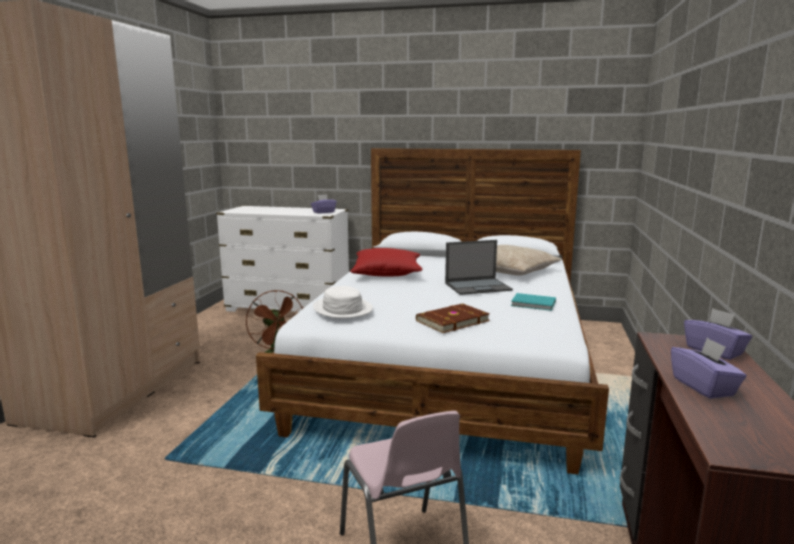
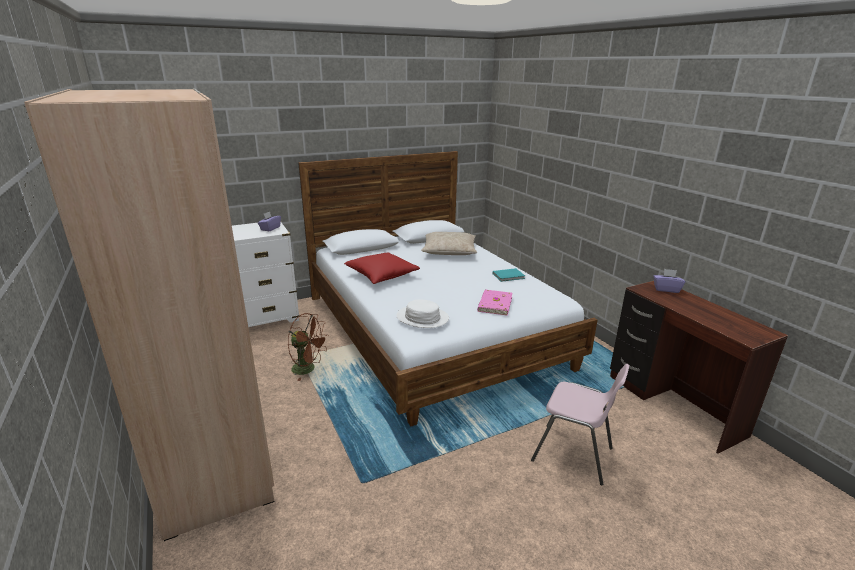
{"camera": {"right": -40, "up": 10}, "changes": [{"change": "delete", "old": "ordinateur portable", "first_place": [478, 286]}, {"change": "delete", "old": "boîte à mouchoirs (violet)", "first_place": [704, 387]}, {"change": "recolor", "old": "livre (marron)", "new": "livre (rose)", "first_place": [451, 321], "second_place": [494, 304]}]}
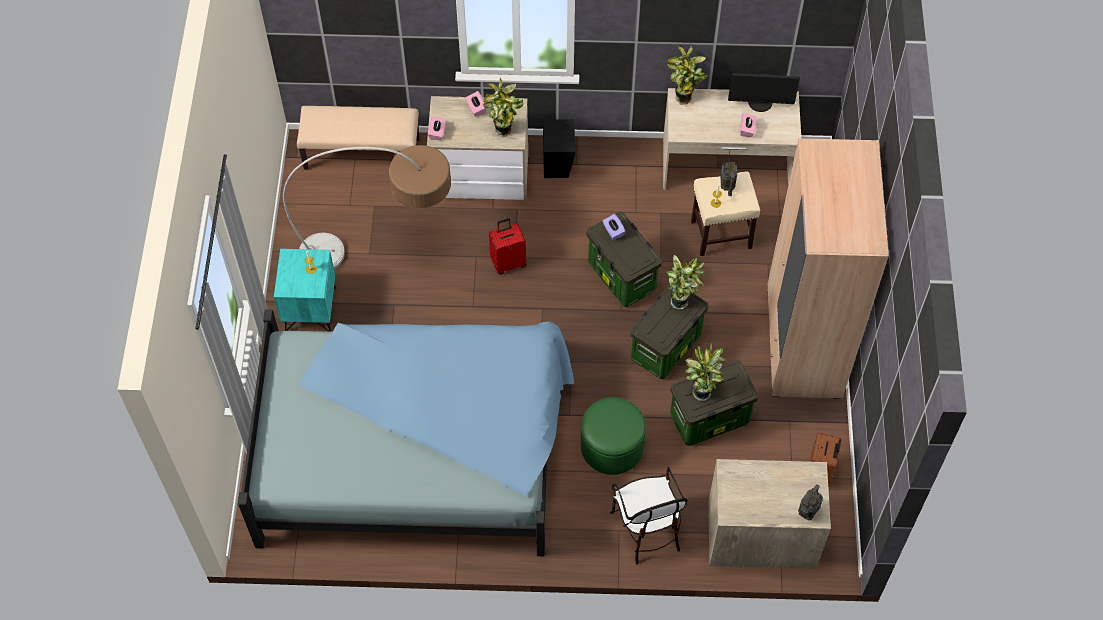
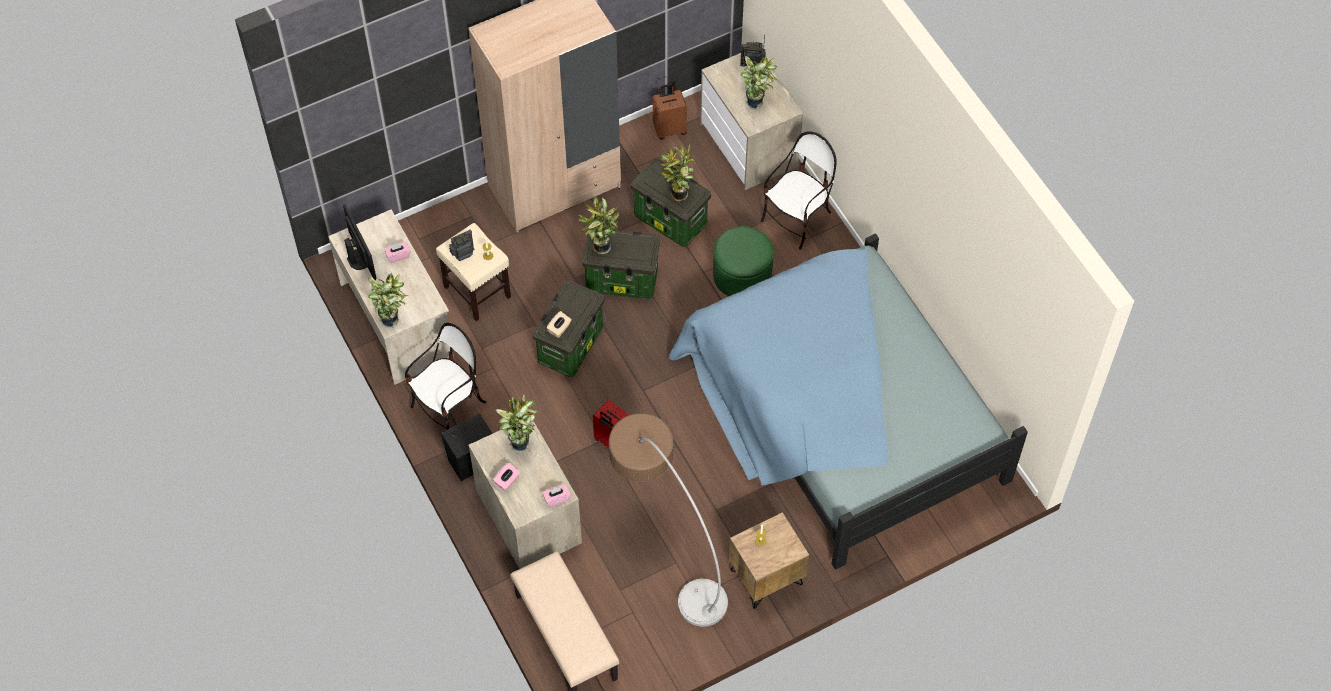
{"camera": {"right": -120, "up": 0}, "changes": [{"change": "insert", "new": "chaise", "second_place": [449, 408]}, {"change": "insert", "new": "plante en pot", "second_place": [756, 102]}, {"change": "recolor", "old": "table de chevet (turquoise)", "new": "table de chevet (marron)", "first_place": [310, 308], "second_place": [766, 577]}, {"change": "recolor", "old": "boîte à mouchoirs (violet)", "new": "boîte à mouchoirs (beige)", "first_place": [613, 231], "second_place": [559, 329]}]}
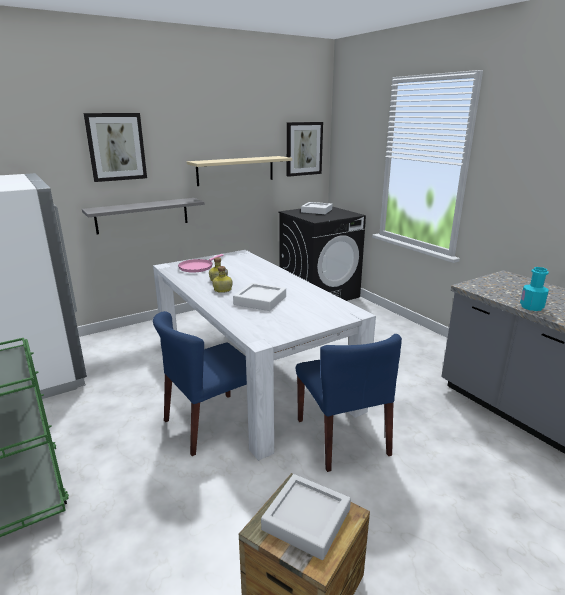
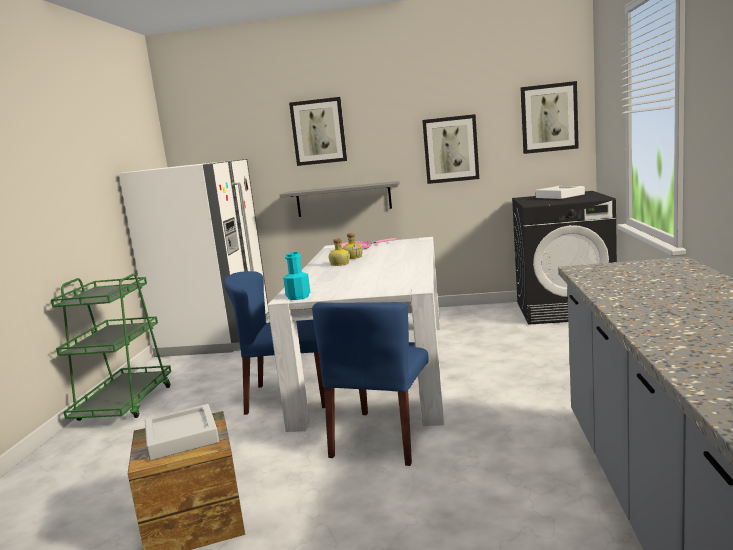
{"camera": {"right": 40, "up": -10}, "changes": [{"change": "delete", "old": "plateau (blanc)", "first_place": [260, 300]}, {"change": "move", "old": "bouteille (turquoise)", "first_place": [531, 307], "second_place": [298, 297]}, {"change": "replace", "old": "étagère (beige)", "new": "tableau", "first_place": [235, 170], "second_place": [450, 149]}]}
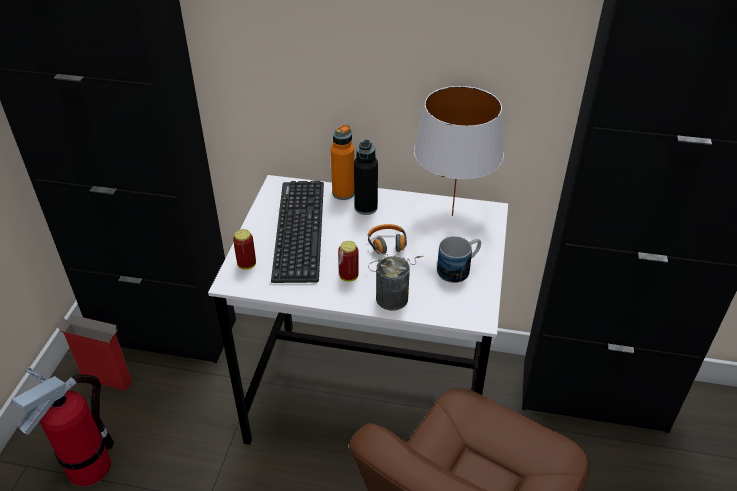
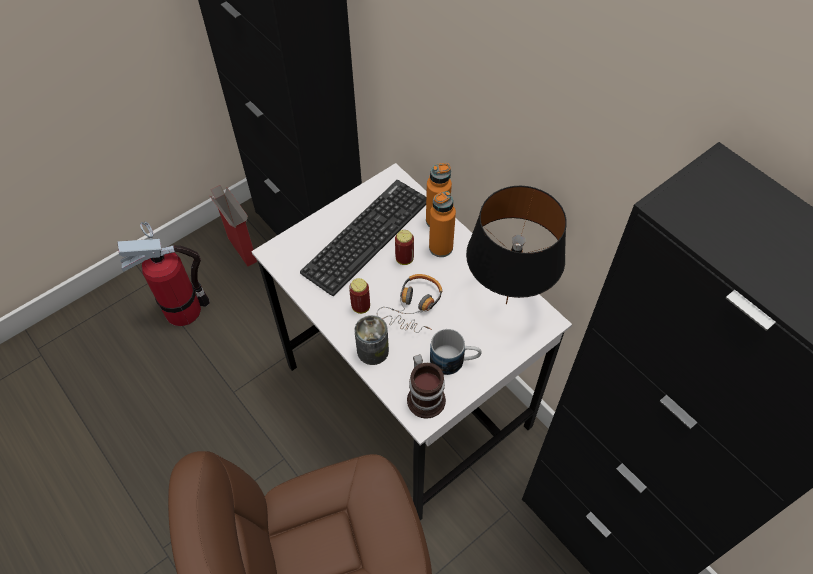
{"camera": {"right": 40, "up": 15}, "changes": [{"change": "insert", "new": "mug", "second_place": [426, 396]}, {"change": "move", "old": "boîte métallique", "first_place": [247, 265], "second_place": [404, 259]}, {"change": "recolor", "old": "bouteille (noir)", "new": "bouteille (orange)", "first_place": [366, 207], "second_place": [441, 247]}, {"change": "recolor", "old": "lampe de table (blanc)", "new": "lampe de table (noir)", "first_place": [452, 215], "second_place": [507, 303]}]}
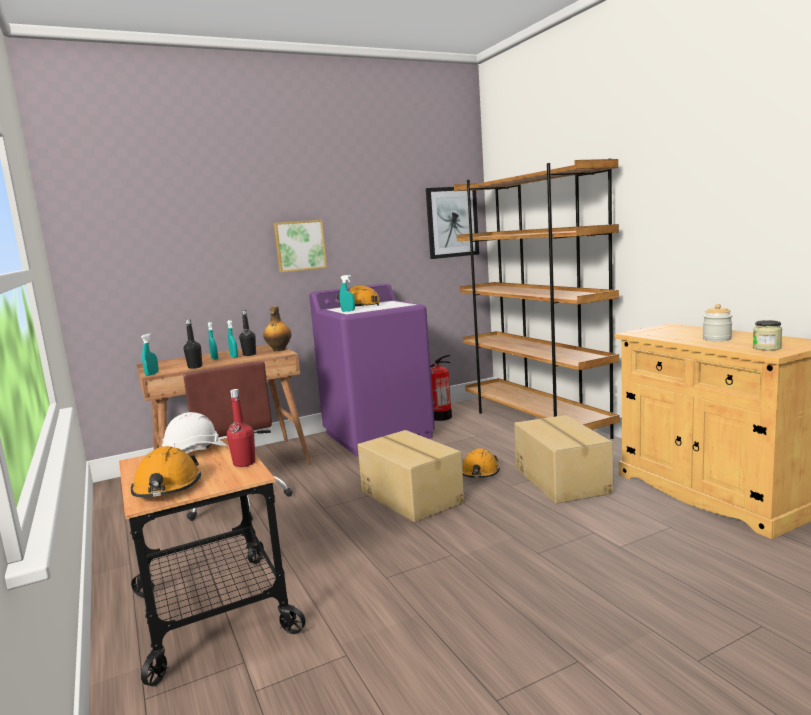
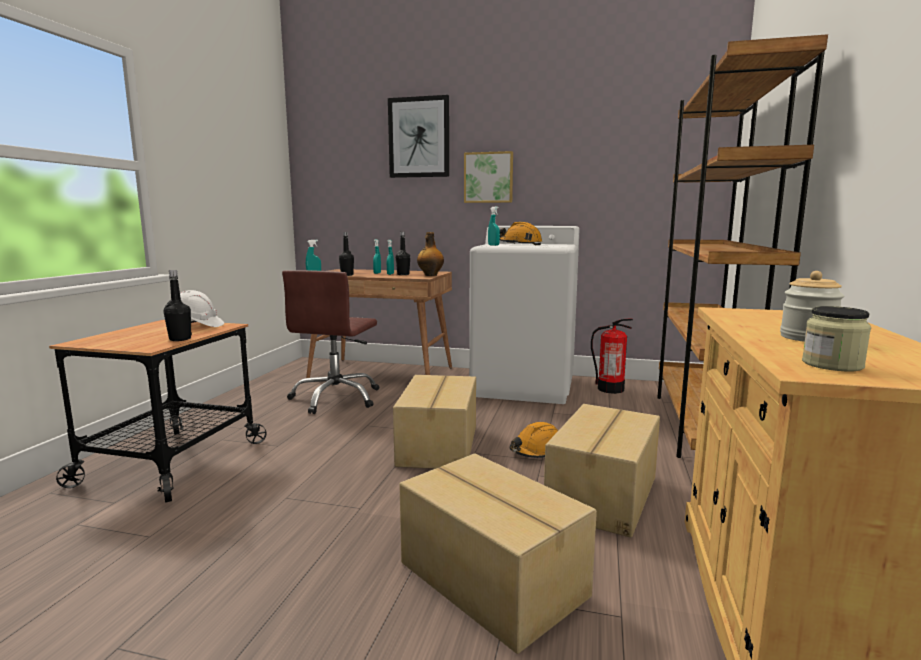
{"camera": {"right": 40, "up": 0}, "changes": [{"change": "delete", "old": "casque de chantier (orange)", "first_place": [167, 488]}, {"change": "insert", "new": "carton", "second_place": [491, 580]}, {"change": "move", "old": "tableau", "first_place": [452, 222], "second_place": [419, 137]}, {"change": "recolor", "old": "bouteille (rouge)", "new": "bouteille (noir)", "first_place": [244, 463], "second_place": [180, 339]}, {"change": "recolor", "old": "lave-linge (violet)", "new": "lave-linge (blanc)", "first_place": [379, 435], "second_place": [524, 386]}]}
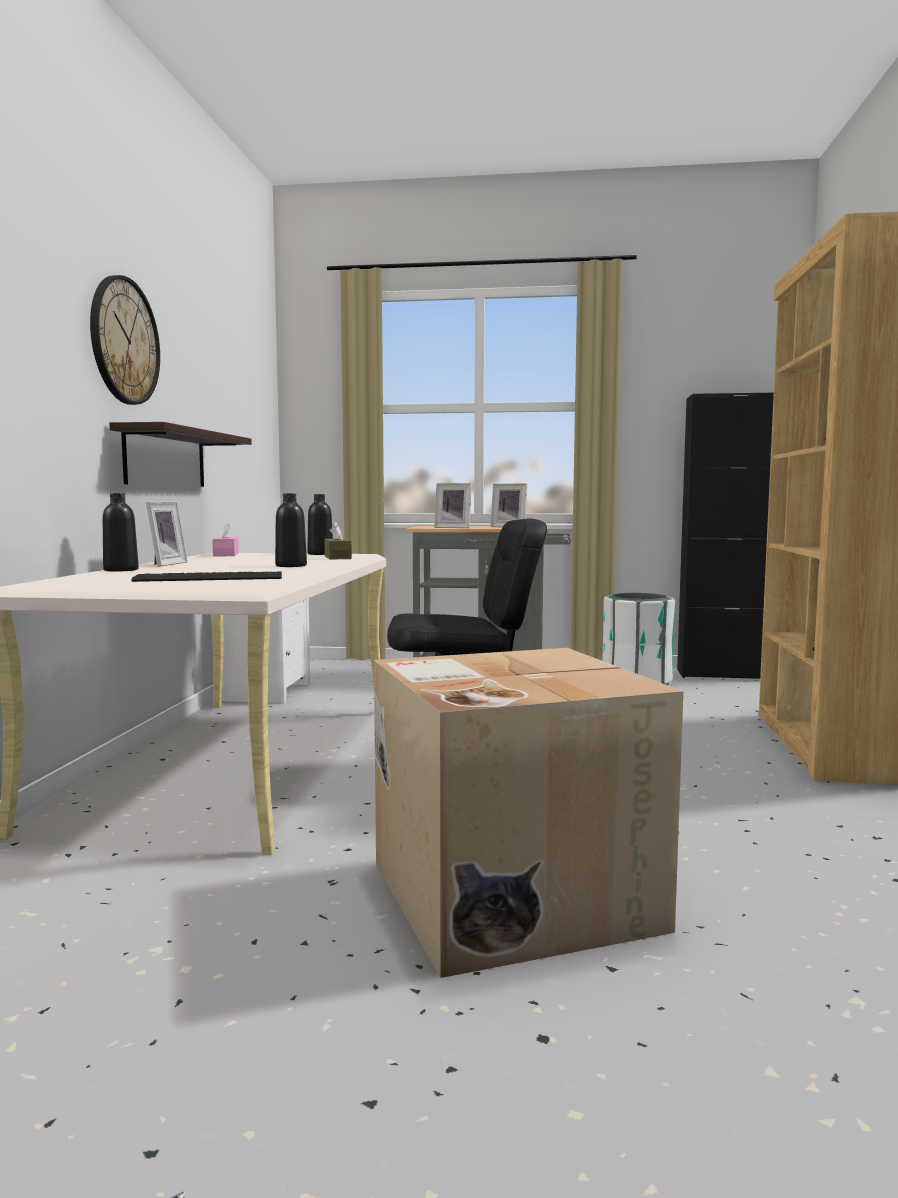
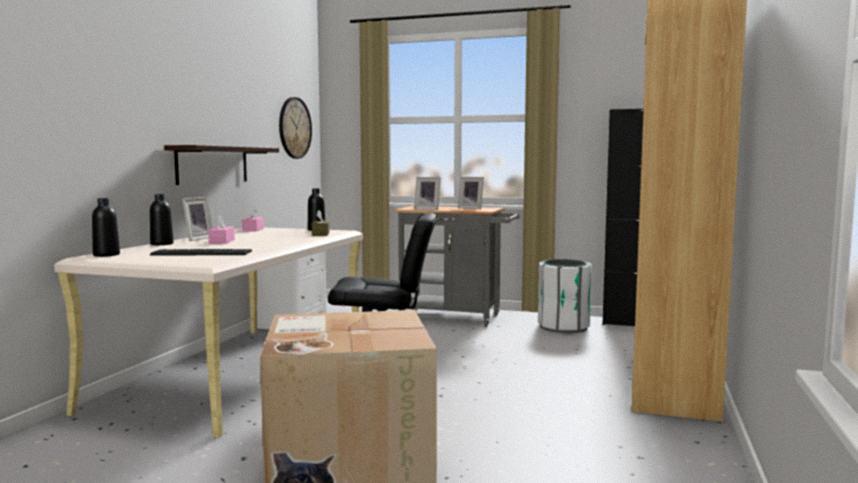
{"camera": {"right": 10, "up": 0}, "changes": [{"change": "insert", "new": "boîte à mouchoirs (rose)", "second_place": [222, 241]}, {"change": "move", "old": "horloge murale", "first_place": [124, 341], "second_place": [294, 128]}, {"change": "move", "old": "bouteille (noir)", "first_place": [291, 566], "second_place": [106, 255]}]}
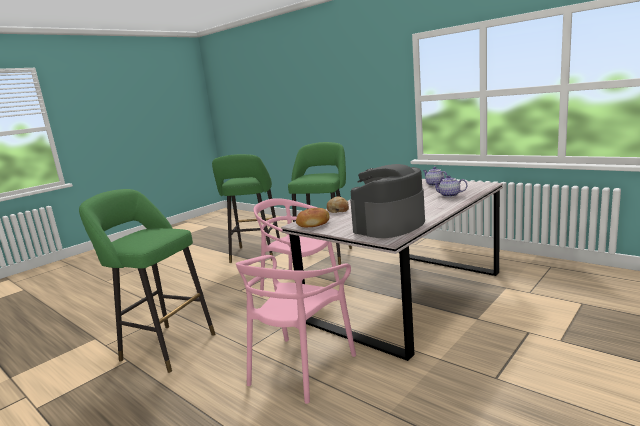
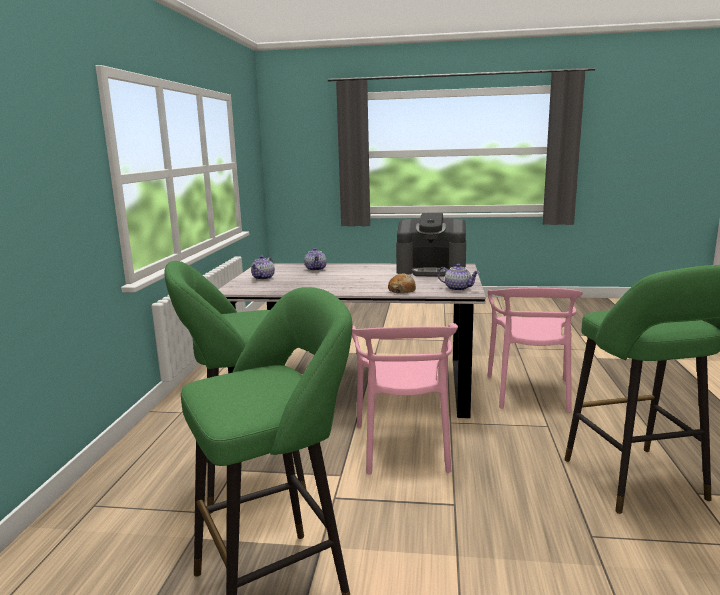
{"camera": {"right": -125, "up": 0}, "changes": [{"change": "replace", "old": "pain", "new": "théière", "first_place": [313, 223], "second_place": [458, 288]}, {"change": "rotate", "old": "chaise (rose)", "first_place": [300, 368], "second_place": [530, 392], "degrees": 105}]}
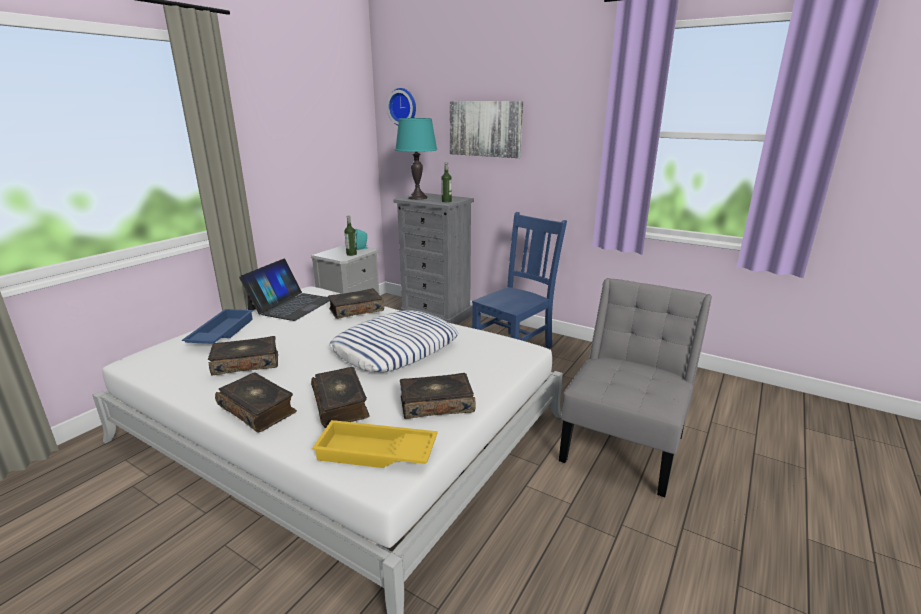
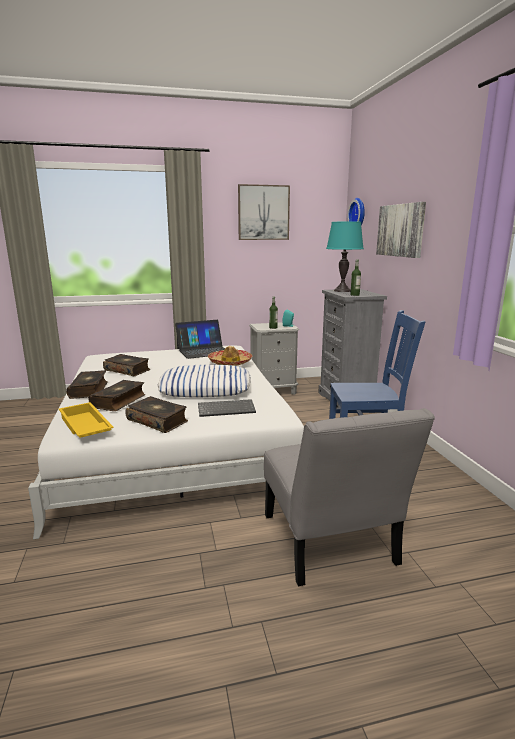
{"camera": {"right": 45, "up": -5}, "changes": [{"change": "delete", "old": "plateau (bleu)", "first_place": [221, 333]}, {"change": "insert", "new": "clavier", "second_place": [227, 409]}, {"change": "insert", "new": "tableau", "second_place": [263, 212]}, {"change": "replace", "old": "livre", "new": "chapeau", "first_place": [356, 310], "second_place": [230, 362]}, {"change": "rotate", "old": "chaise (gris)", "first_place": [625, 444], "second_place": [330, 544], "degrees": 90}]}
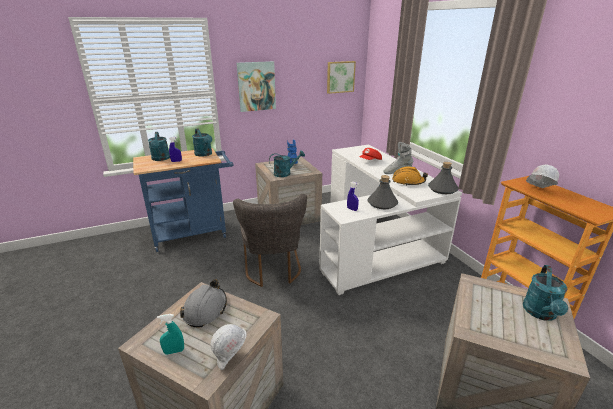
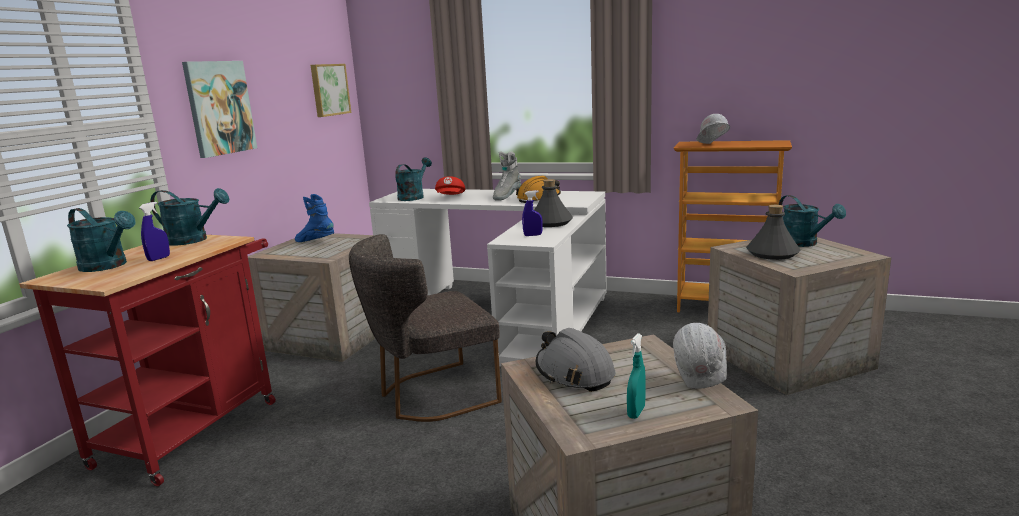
{"camera": {"right": -45, "up": -10}, "changes": [{"change": "move", "old": "arrosoir (turquoise)", "first_place": [285, 173], "second_place": [413, 197]}, {"change": "move", "old": "bouteille (gris)", "first_place": [442, 189], "second_place": [772, 253]}, {"change": "recolor", "old": "chariot (bleu)", "new": "chariot (rouge)", "first_place": [195, 233], "second_place": [196, 427]}, {"change": "rotate", "old": "chaise (gris)", "first_place": [273, 270], "second_place": [431, 395], "degrees": 120}]}
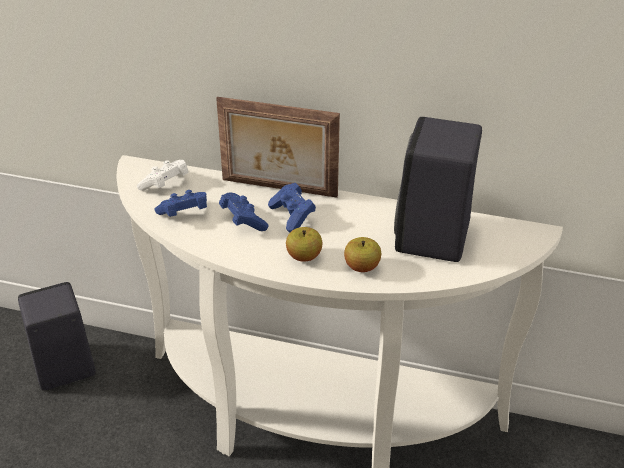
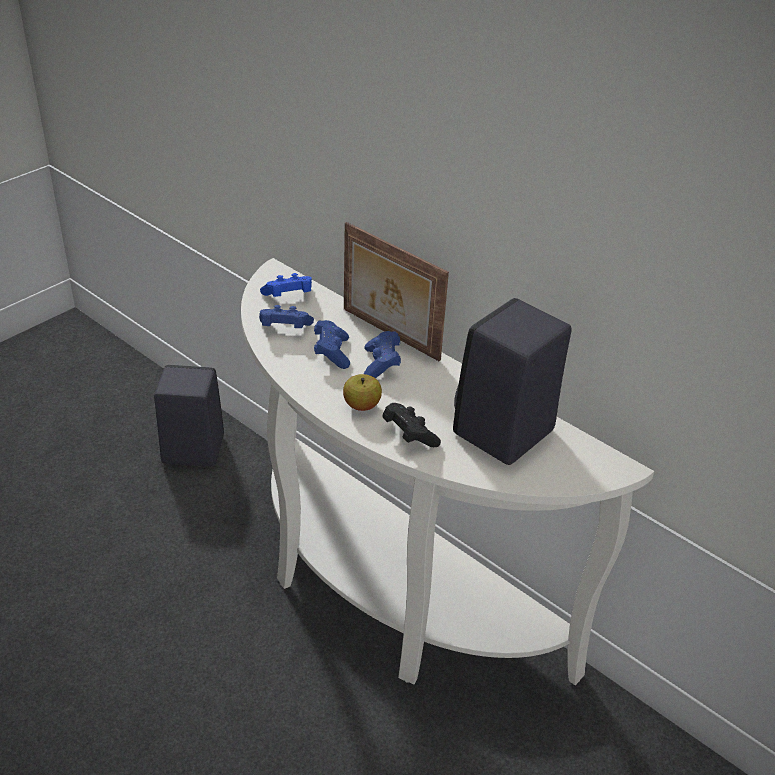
{"camera": {"right": 25, "up": 0}, "changes": [{"change": "replace", "old": "pomme", "new": "manette (noir)", "first_place": [362, 267], "second_place": [409, 435]}, {"change": "recolor", "old": "manette (blanc)", "new": "manette (bleu)", "first_place": [165, 185], "second_place": [288, 297]}]}
